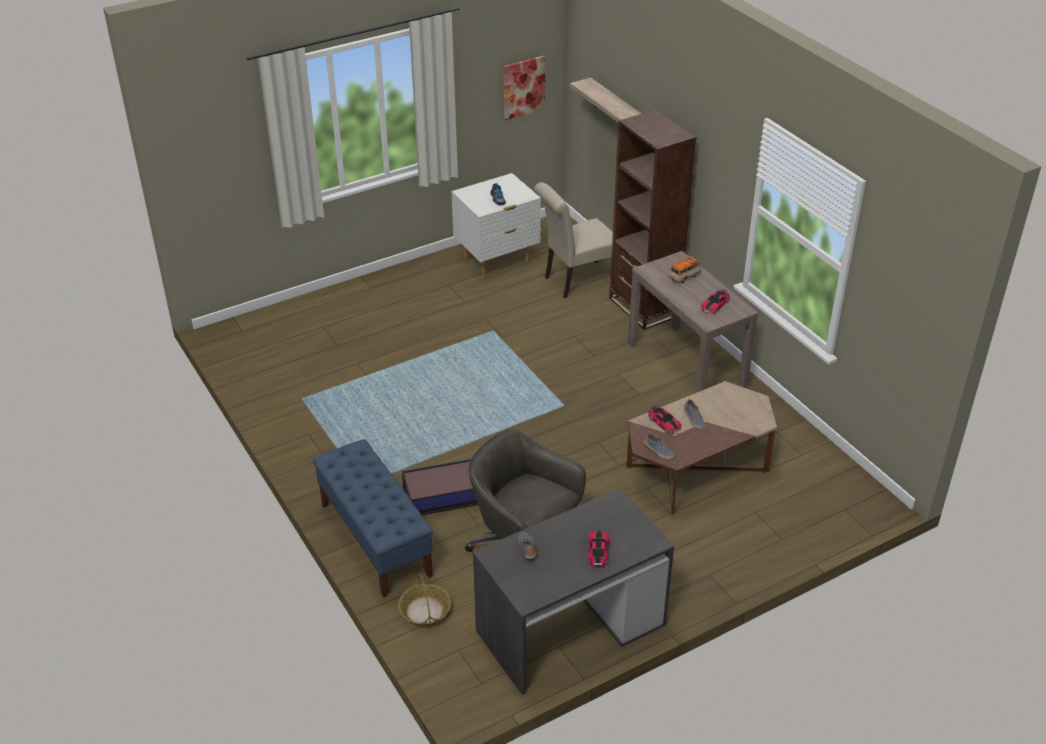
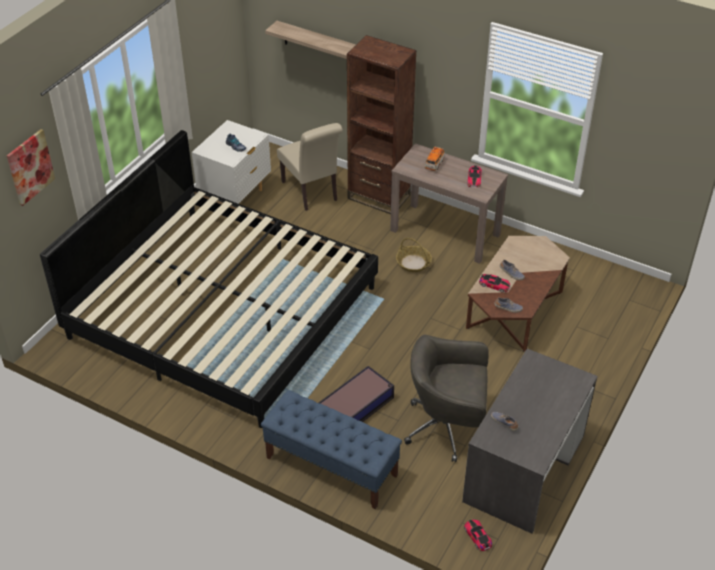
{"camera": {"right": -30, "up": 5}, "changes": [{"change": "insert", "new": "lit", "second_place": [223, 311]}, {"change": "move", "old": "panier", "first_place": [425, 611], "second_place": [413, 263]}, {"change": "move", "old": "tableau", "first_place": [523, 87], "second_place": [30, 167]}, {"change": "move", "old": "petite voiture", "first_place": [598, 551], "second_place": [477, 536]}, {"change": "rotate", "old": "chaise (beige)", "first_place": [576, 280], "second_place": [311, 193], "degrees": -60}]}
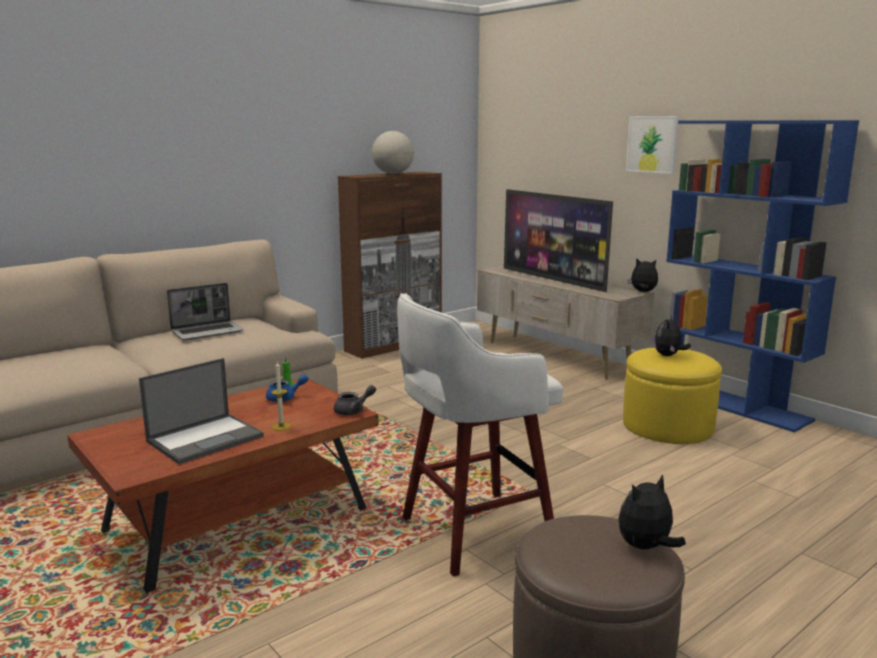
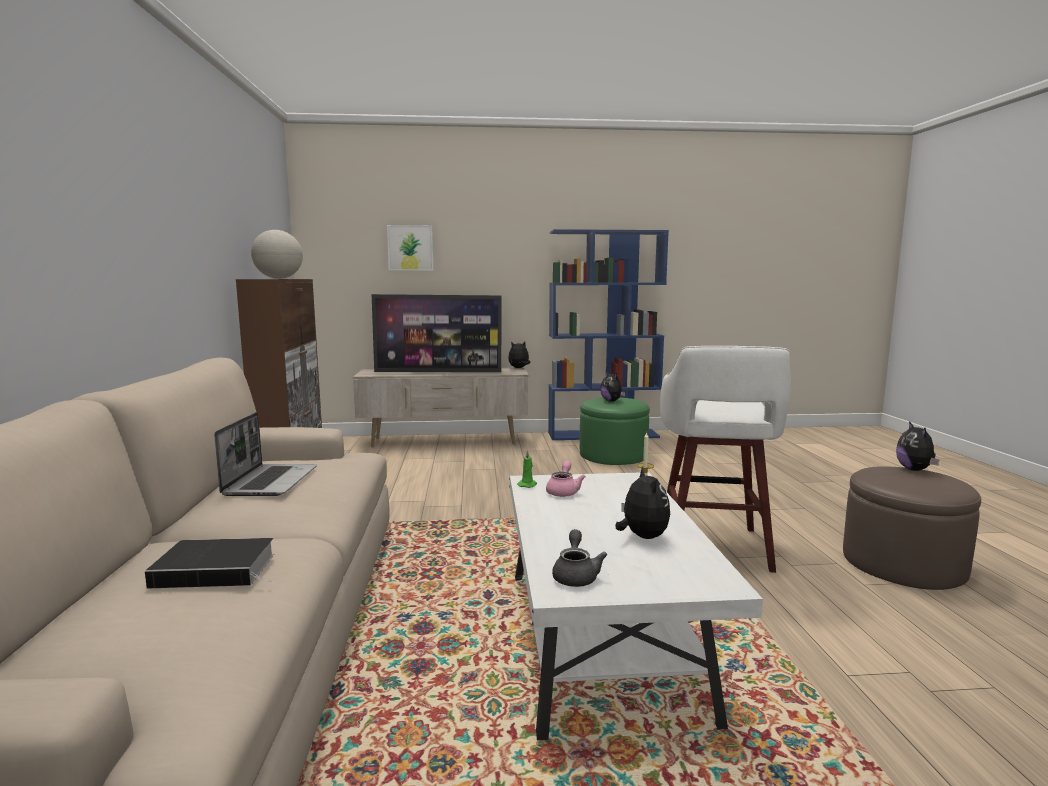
{"camera": {"right": -55, "up": -5}, "changes": [{"change": "insert", "new": "livre", "second_place": [218, 569]}, {"change": "move", "old": "théière (gris)", "first_place": [353, 411], "second_place": [576, 575]}, {"change": "move", "old": "tableau", "first_place": [652, 144], "second_place": [410, 248]}, {"change": "replace", "old": "ordinateur portable", "new": "peluche", "first_place": [206, 438], "second_place": [642, 536]}, {"change": "recolor", "old": "table basse (marron)", "new": "table basse (blanc)", "first_place": [237, 522], "second_place": [601, 642]}, {"change": "recolor", "old": "théière (bleu)", "new": "théière (rose)", "first_place": [285, 398], "second_place": [563, 491]}, {"change": "recolor", "old": "pouf (jaune)", "new": "pouf (vert)", "first_place": [667, 426], "second_place": [613, 455]}]}
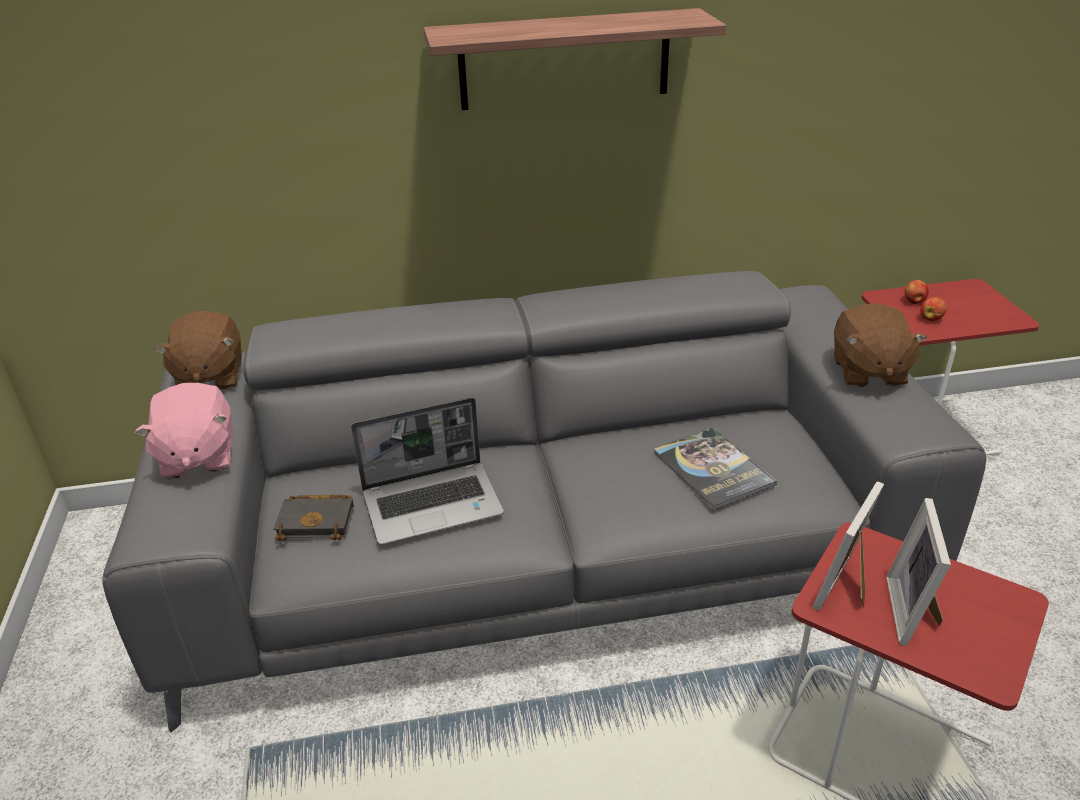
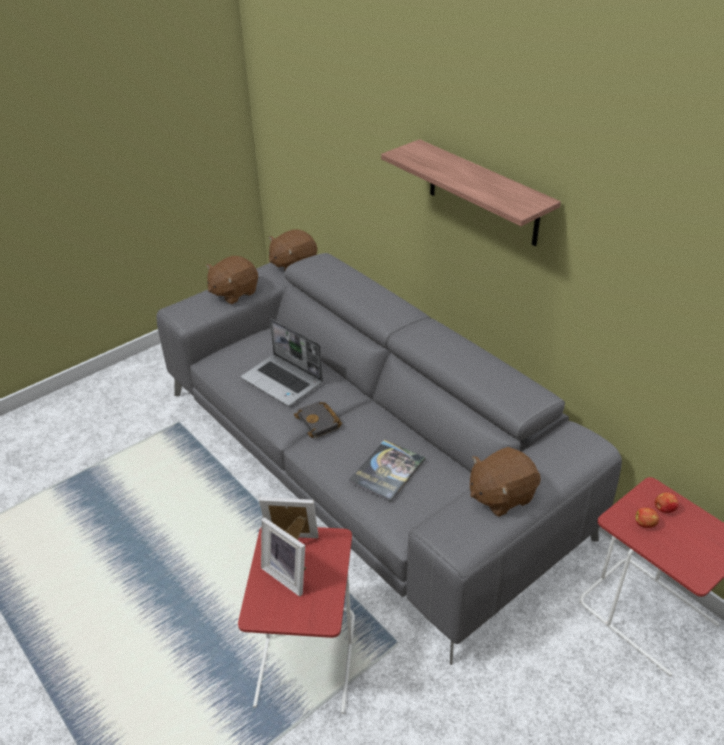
{"camera": {"right": 60, "up": 5}, "changes": [{"change": "move", "old": "livre (noir)", "first_place": [318, 521], "second_place": [320, 422]}, {"change": "recolor", "old": "peluche (rose)", "new": "peluche (marron)", "first_place": [197, 457], "second_place": [233, 292]}, {"change": "rotate", "old": "cadre photo", "first_place": [914, 612], "second_place": [288, 574], "degrees": -120}]}
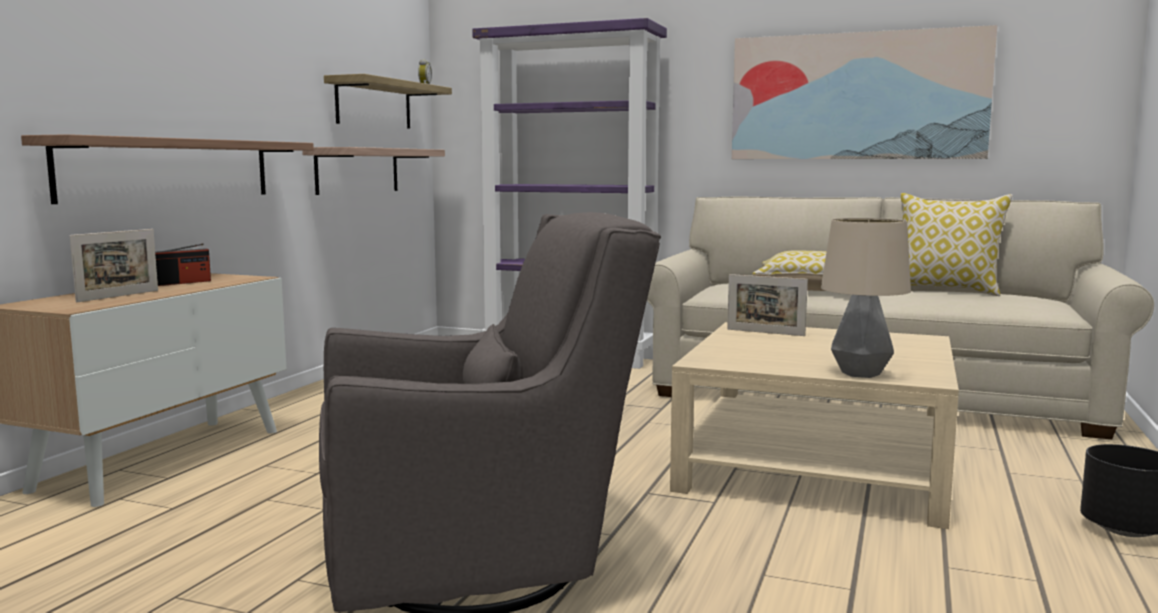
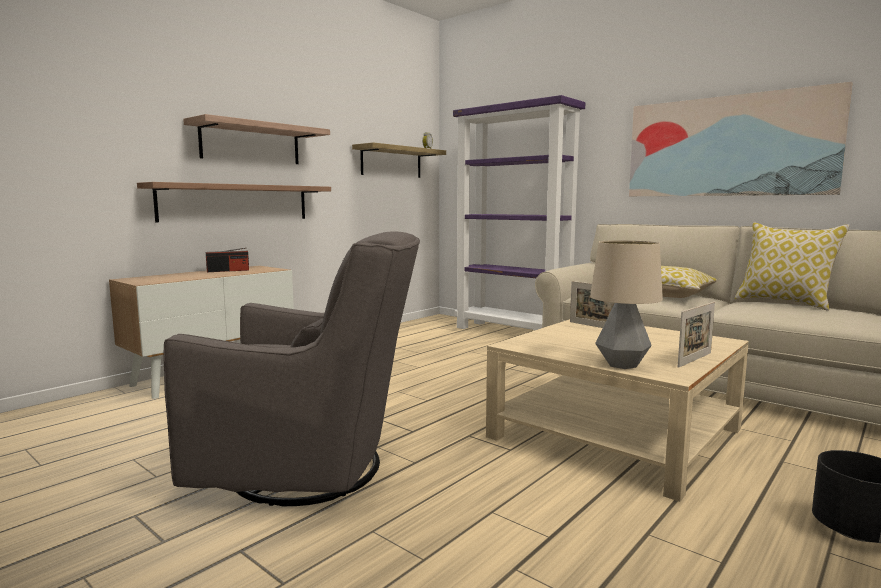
{"camera": {"right": 20, "up": 0}, "changes": [{"change": "move", "old": "cadre photo", "first_place": [118, 296], "second_place": [694, 360]}, {"change": "move", "old": "étagère", "first_place": [357, 170], "second_place": [251, 143]}]}
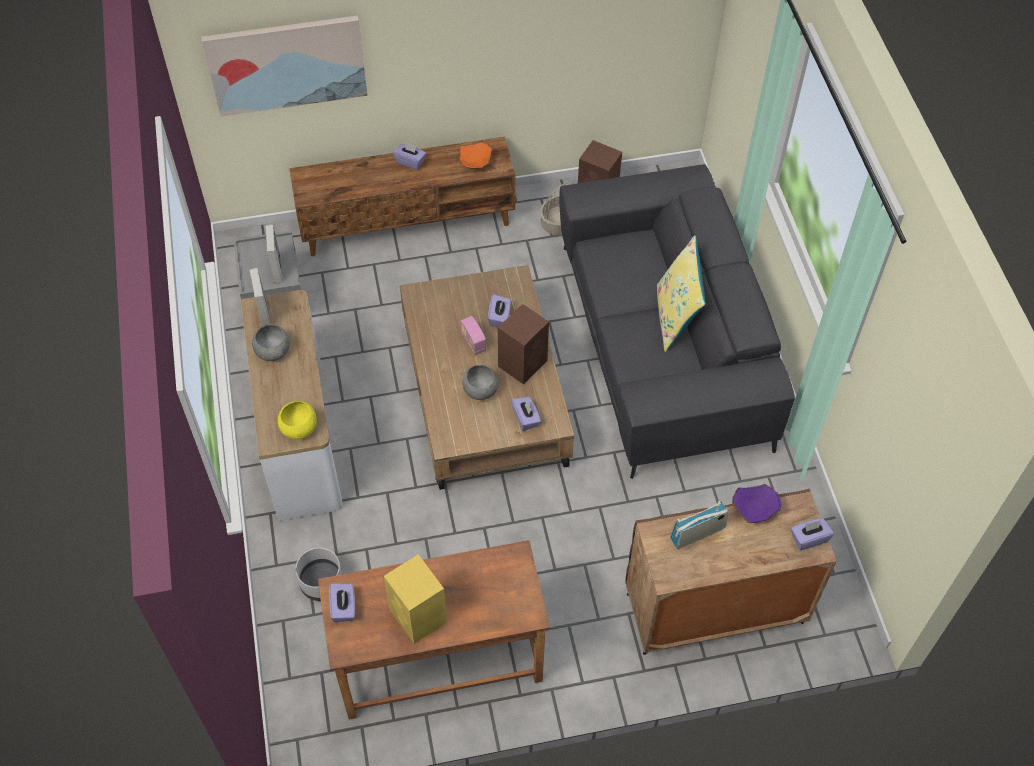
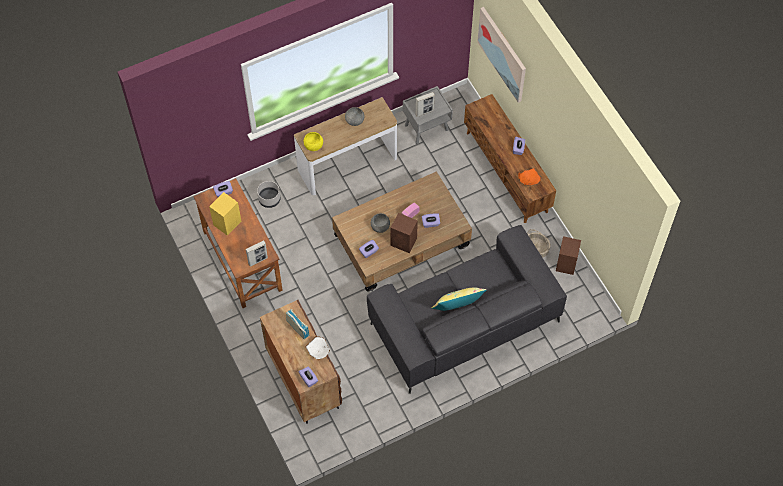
{"camera": {"right": 75, "up": 5}, "changes": [{"change": "move", "old": "cadre photo", "first_place": [264, 316], "second_place": [258, 260]}, {"change": "recolor", "old": "bol (violet)", "new": "bol (blanc)", "first_place": [753, 509], "second_place": [319, 351]}]}
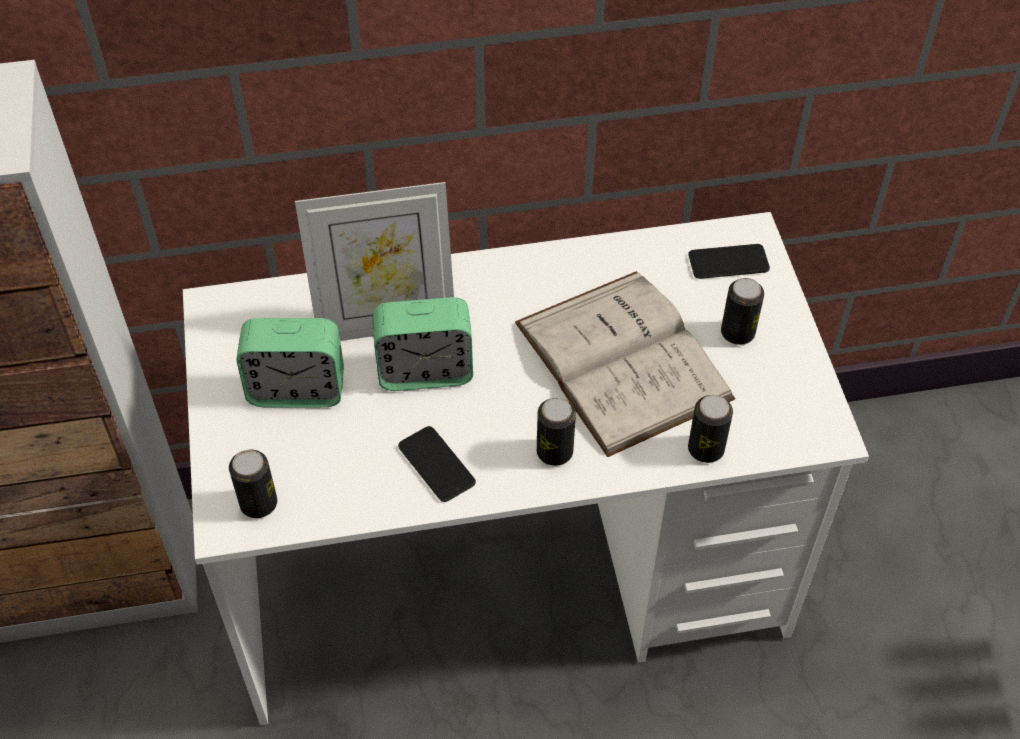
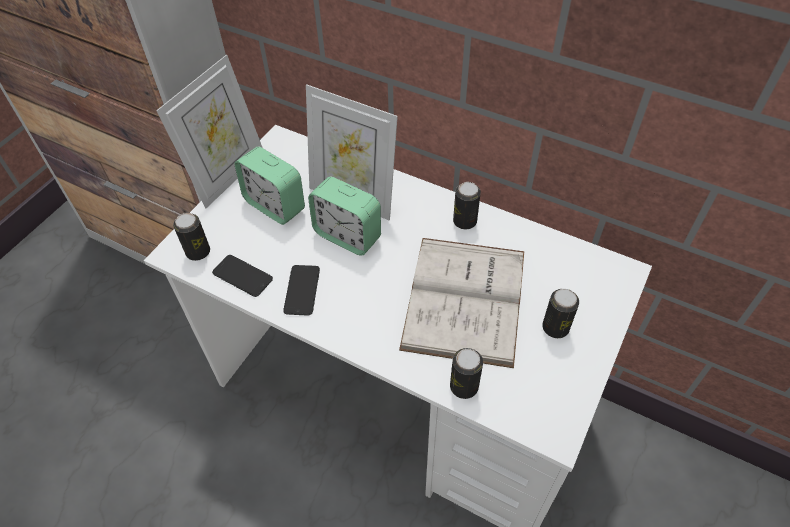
{"camera": {"right": 40, "up": 0}, "changes": [{"change": "insert", "new": "cadre photo", "second_place": [228, 176]}, {"change": "move", "old": "boîte métallique", "first_place": [554, 452], "second_place": [464, 221]}, {"change": "move", "old": "téléphone", "first_place": [728, 262], "second_place": [242, 276]}]}
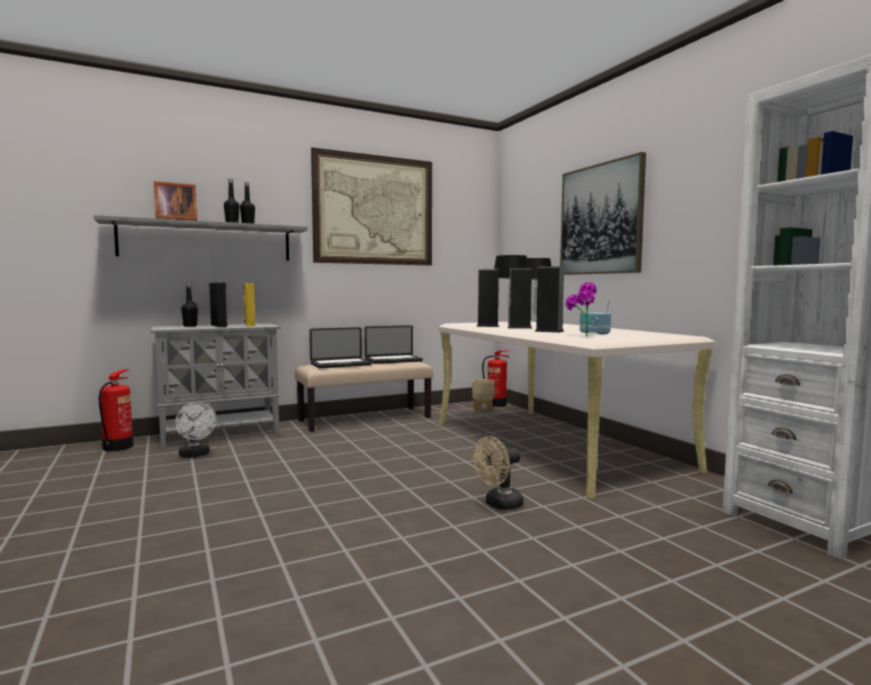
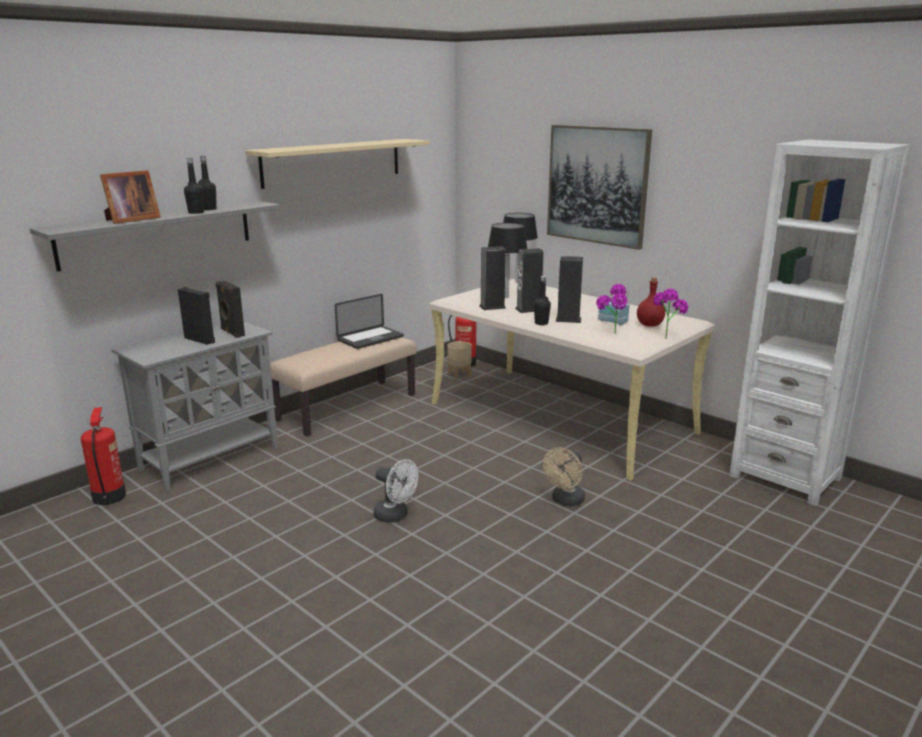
{"camera": {"right": -20, "up": 15}, "changes": [{"change": "delete", "old": "ordinateur portable", "first_place": [340, 364]}, {"change": "insert", "new": "bouteille (rouge)", "second_place": [649, 325]}, {"change": "insert", "new": "plante en pot", "second_place": [666, 337]}, {"change": "move", "old": "ventilateur (blanc)", "first_place": [196, 455], "second_place": [395, 516]}, {"change": "move", "old": "bouteille (noir)", "first_place": [190, 326], "second_place": [541, 323]}, {"change": "replace", "old": "tableau", "new": "étagère (beige)", "first_place": [374, 210], "second_place": [333, 162]}, {"change": "recolor", "old": "enceinte (jaune)", "new": "enceinte (noir)", "first_place": [249, 325], "second_place": [232, 333]}]}
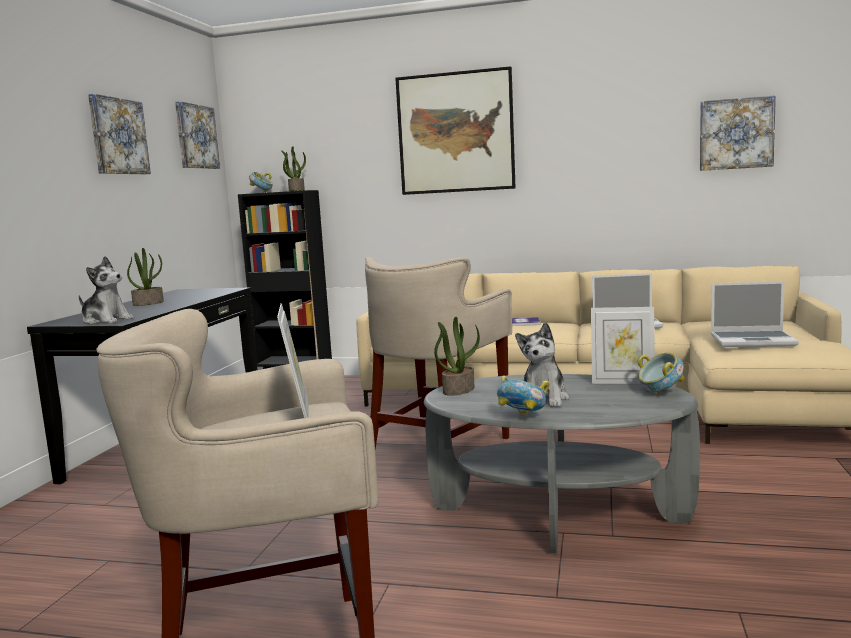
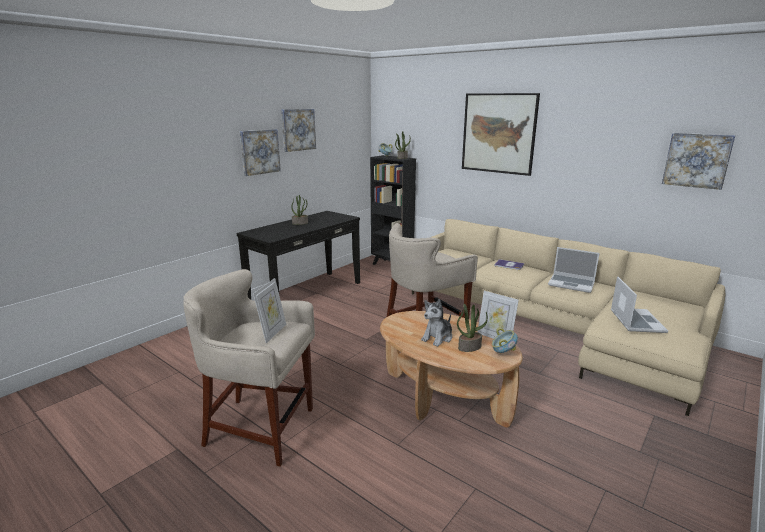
{"camera": {"right": 25, "up": 10}, "changes": [{"change": "delete", "old": "peluche", "first_place": [106, 320]}, {"change": "delete", "old": "bol", "first_place": [522, 417]}, {"change": "move", "old": "tableau", "first_place": [196, 137], "second_place": [259, 152]}, {"change": "move", "old": "plante en pot", "first_place": [458, 390], "second_place": [469, 347]}, {"change": "recolor", "old": "table basse (gris)", "new": "table basse (marron)", "first_place": [558, 515], "second_place": [443, 398]}, {"change": "rotate", "old": "ordinateur portable", "first_place": [753, 340], "second_place": [635, 321], "degrees": -120}]}
